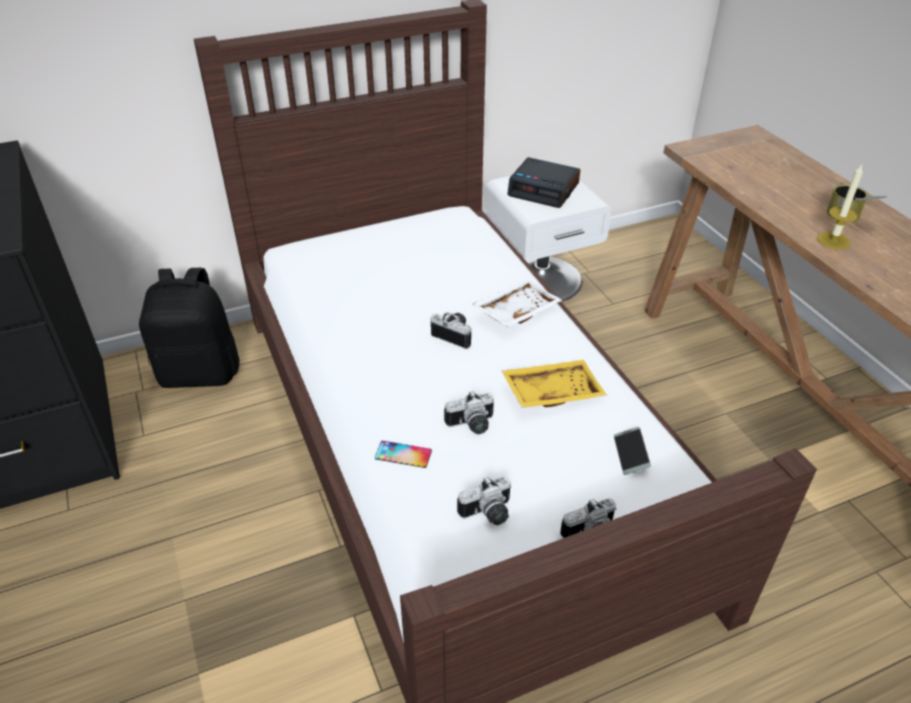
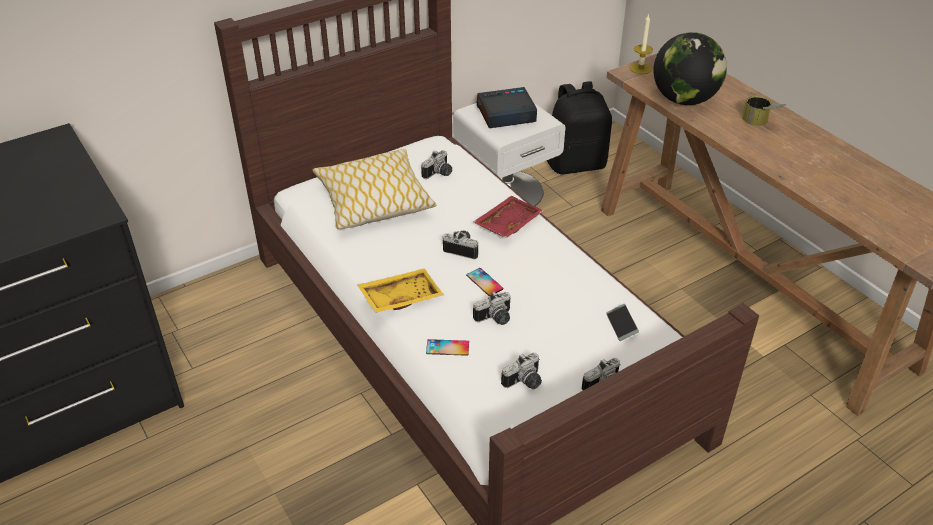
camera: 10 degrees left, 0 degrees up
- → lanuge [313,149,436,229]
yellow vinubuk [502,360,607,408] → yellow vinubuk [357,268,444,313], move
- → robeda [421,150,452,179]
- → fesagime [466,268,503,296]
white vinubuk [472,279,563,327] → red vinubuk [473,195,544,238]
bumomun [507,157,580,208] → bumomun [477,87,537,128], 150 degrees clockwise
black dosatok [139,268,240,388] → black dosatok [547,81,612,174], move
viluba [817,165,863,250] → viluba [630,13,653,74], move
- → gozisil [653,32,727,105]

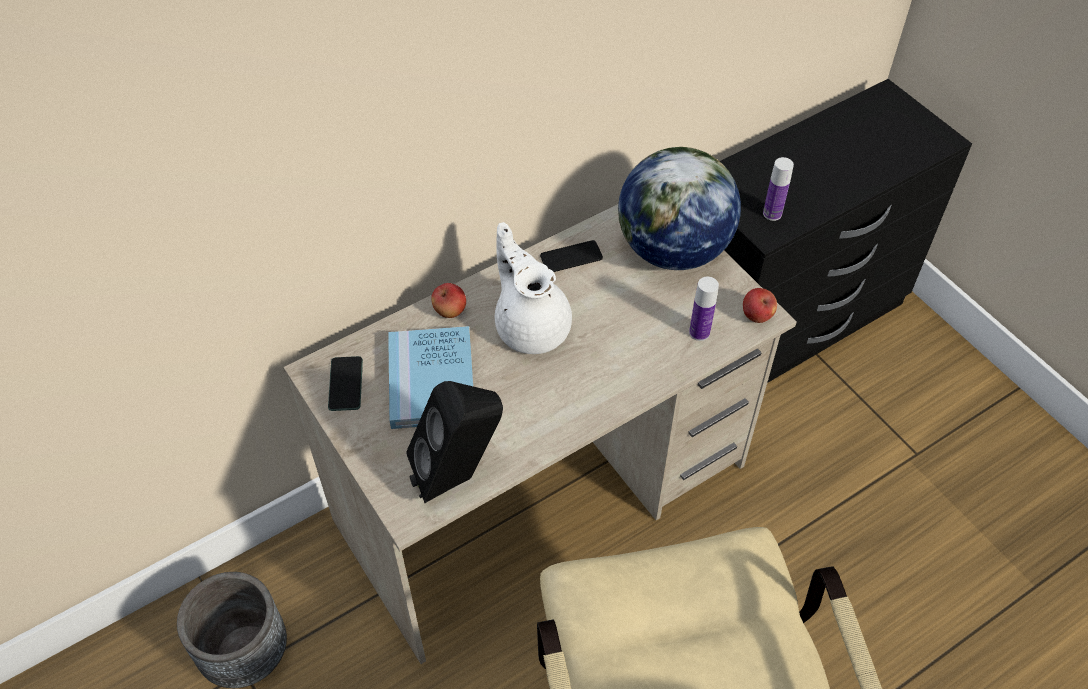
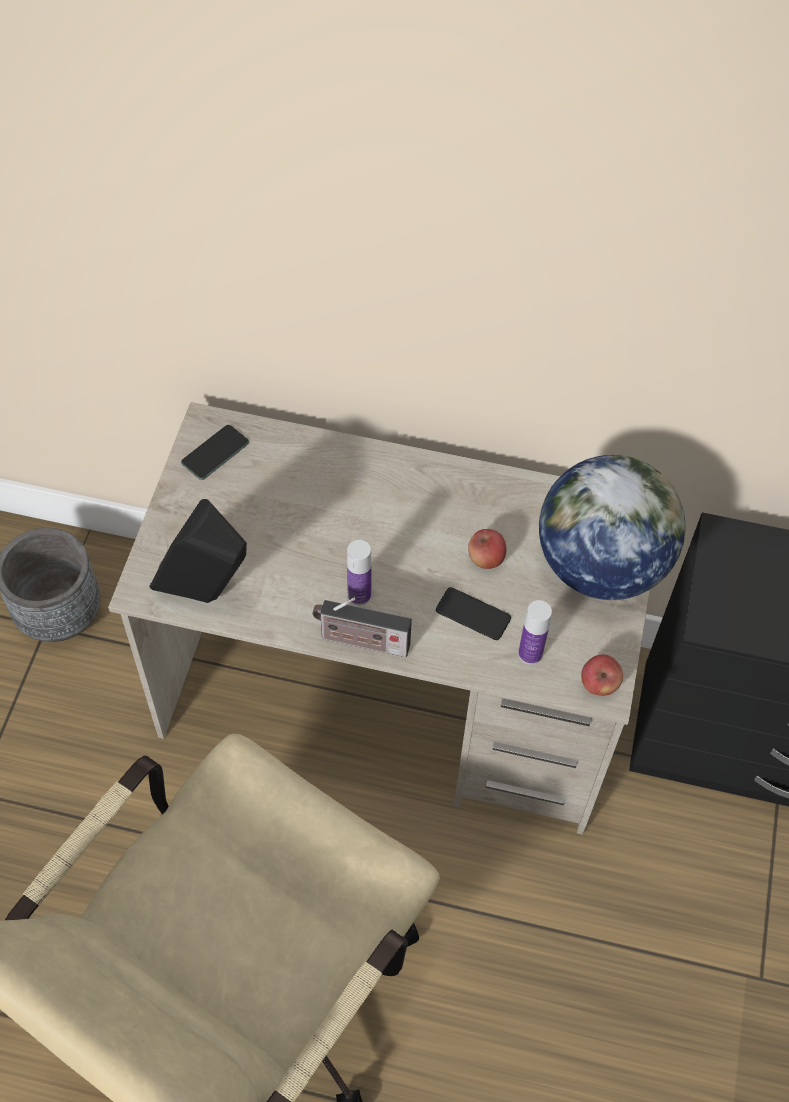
camera: 45 degrees right, 5 degrees up
- → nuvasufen [312,598,412,657]
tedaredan [763,157,794,221] → tedaredan [347,540,372,605], move
fesagime [540,240,603,272] → fesagime [436,587,511,640], move
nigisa [431,283,466,318] → nigisa [468,529,506,569], move
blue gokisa [388,326,473,429] → -
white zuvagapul [495,222,572,354] → -

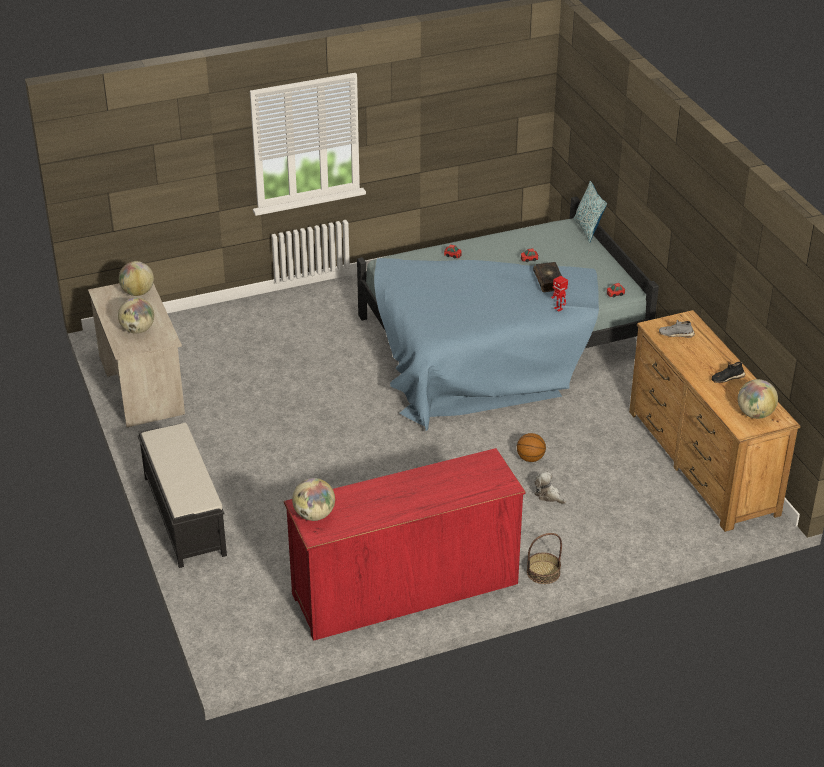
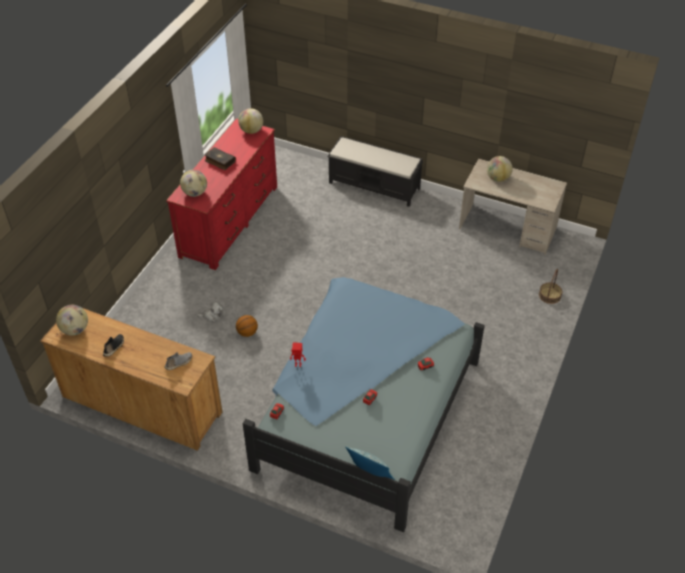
camera: 135 degrees right, 10 degrees up
gozisil [119,261,154,296] → gozisil [180,170,207,197], move
gokisa [533,262,562,292] → gokisa [204,147,236,170], move
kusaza [527,533,562,584] → kusaza [539,269,562,304], move

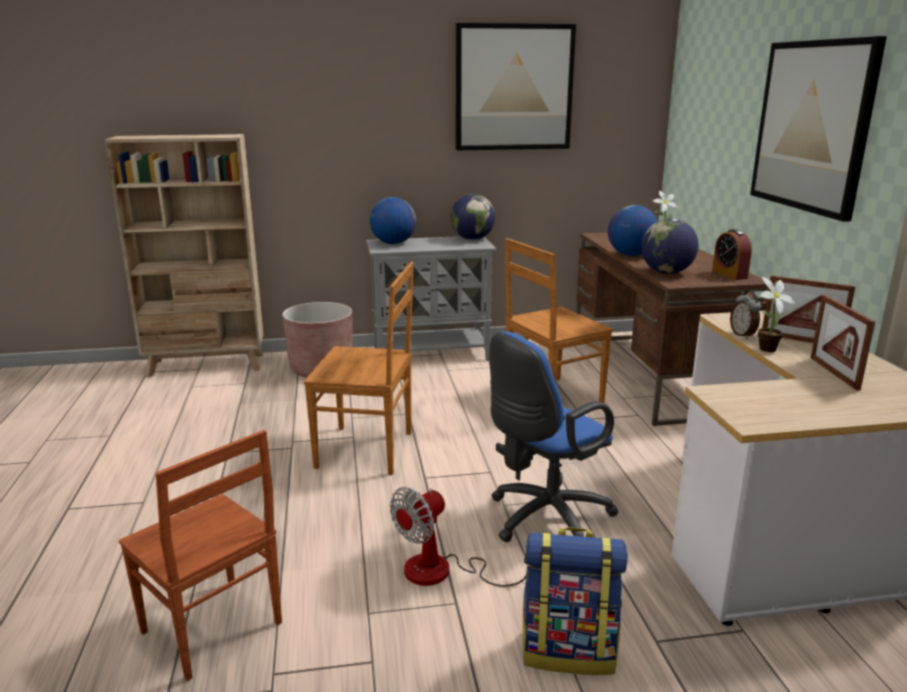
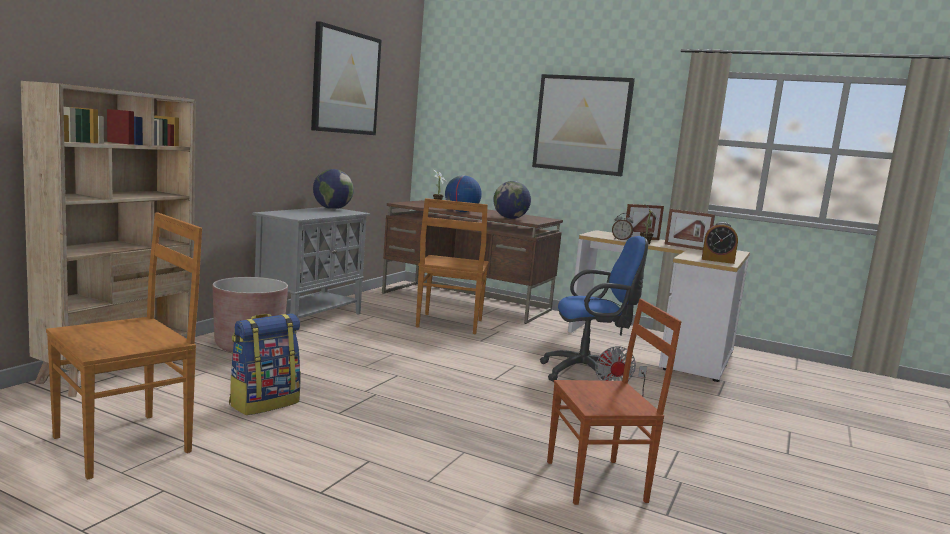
camera: 55 degrees left, 10 degrees down
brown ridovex [304,262,414,475] → brown ridovex [46,212,202,480], move
dosatok [523,527,628,675] → dosatok [229,313,301,415], move
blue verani [489,331,619,542] → blue verani [540,236,648,382], 90 degrees counterclockwise
bumomun [712,229,752,280] → bumomun [702,222,738,264], move
gozisil [370,197,416,244] → -

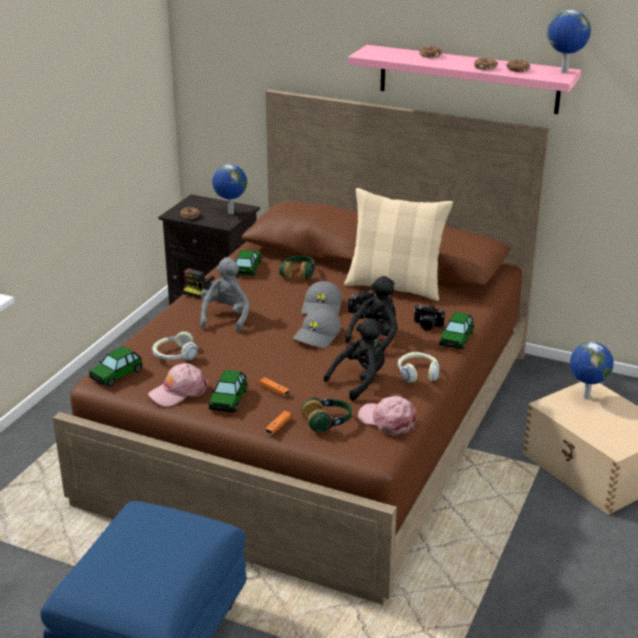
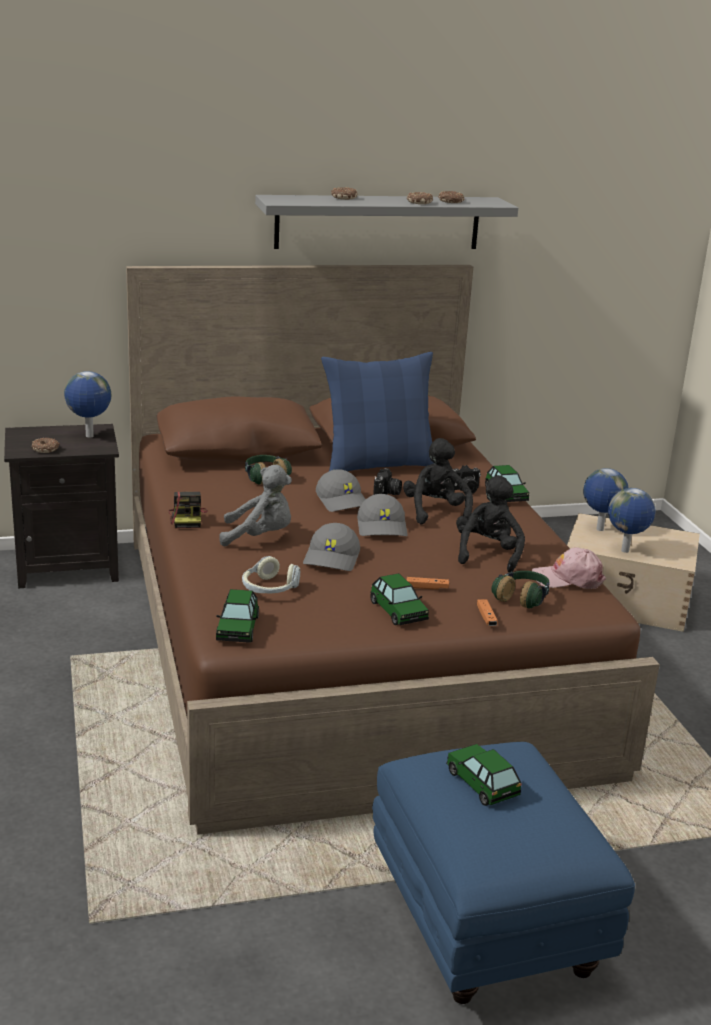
camera: 40 degrees left, 5 degrees down
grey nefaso [200,257,250,332] → grey nefaso [219,465,292,546], 120 degrees clockwise
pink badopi [348,45,581,114] → grey badopi [255,195,518,249]
- → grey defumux [303,523,360,571]
beige lanuge [344,188,453,301] → blue lanuge [321,352,434,471]
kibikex [236,250,261,276] → kibikex [446,744,522,806], move
gozisil [547,10,591,73] → gozisil [608,488,656,553], move
pink defumux [148,363,209,407] → -
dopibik [398,352,440,383] → -

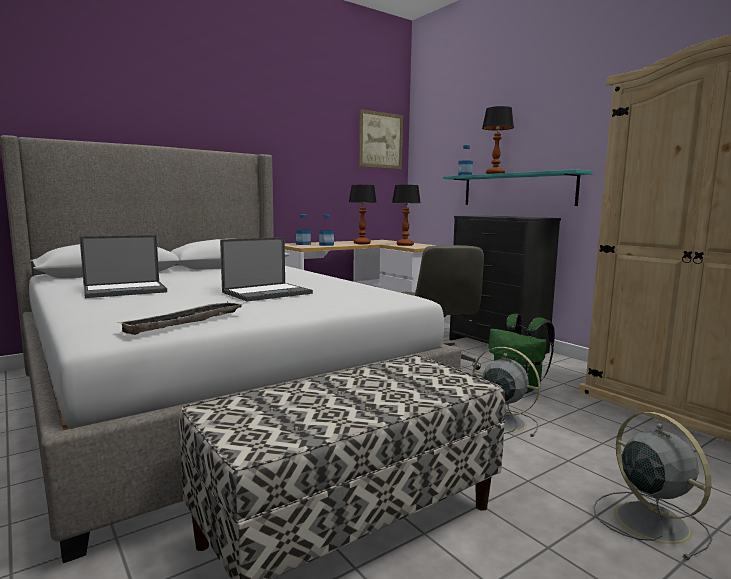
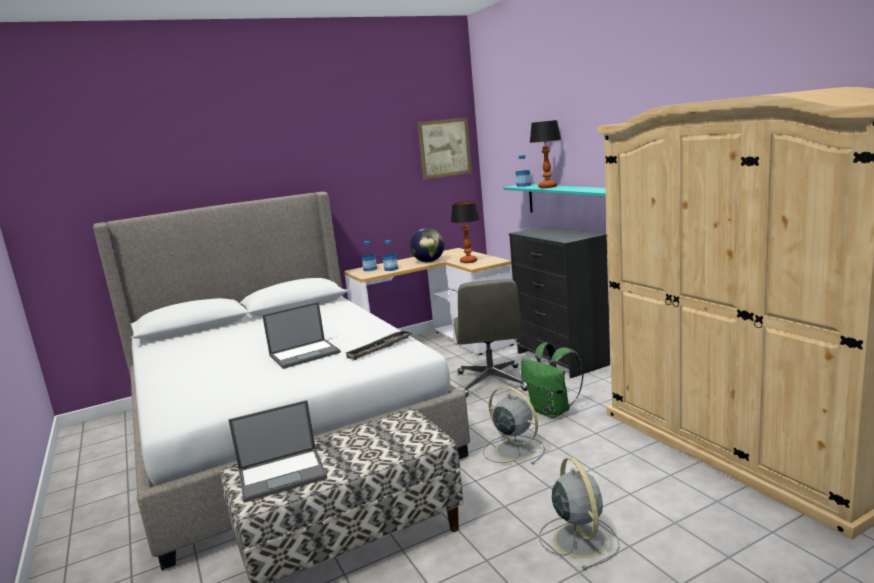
camera: 10 degrees right, 5 degrees up
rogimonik [79,235,167,298] → rogimonik [228,400,327,503], move
vinubuk [117,301,244,335] → vinubuk [345,330,412,360], move
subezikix [349,185,377,244] → gozisil [410,228,444,262]

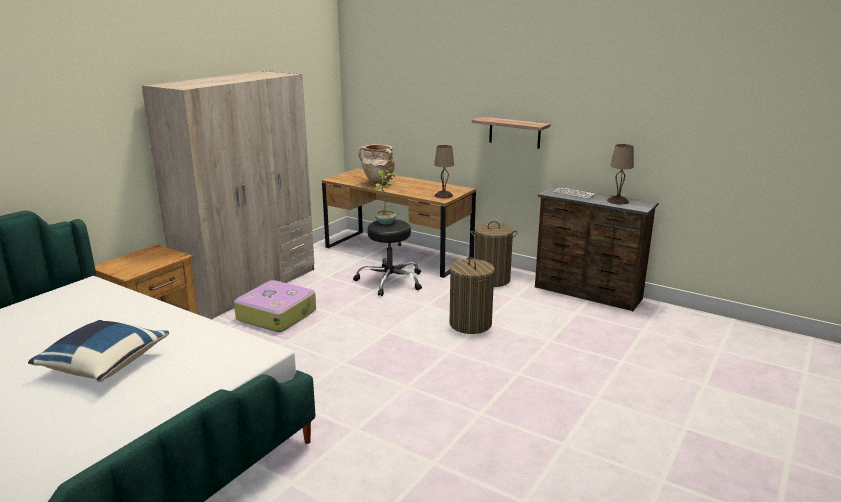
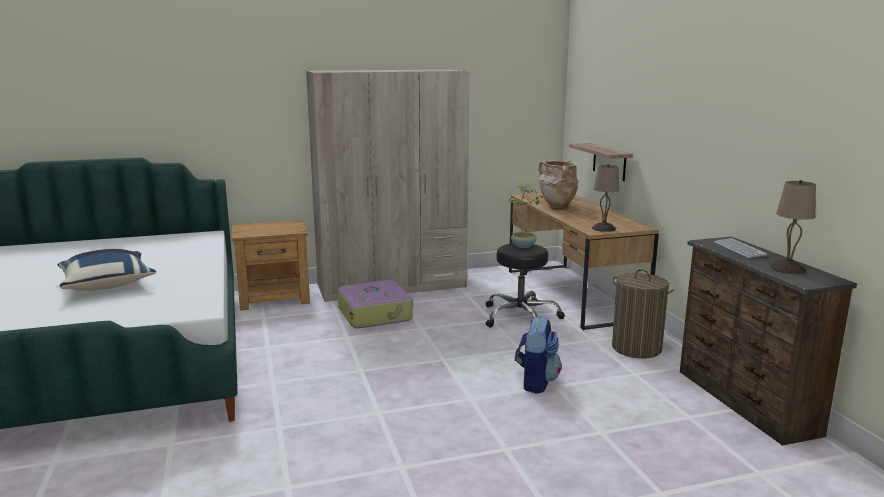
camera: 40 degrees right, 5 degrees down
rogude [450,257,495,334] → dosatok [515,316,562,394]
badopi [472,117,550,149] → badopi [569,143,633,181], move

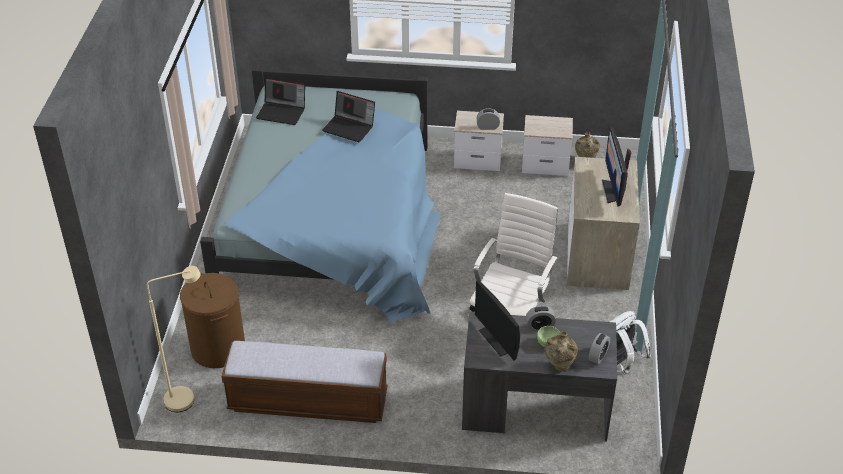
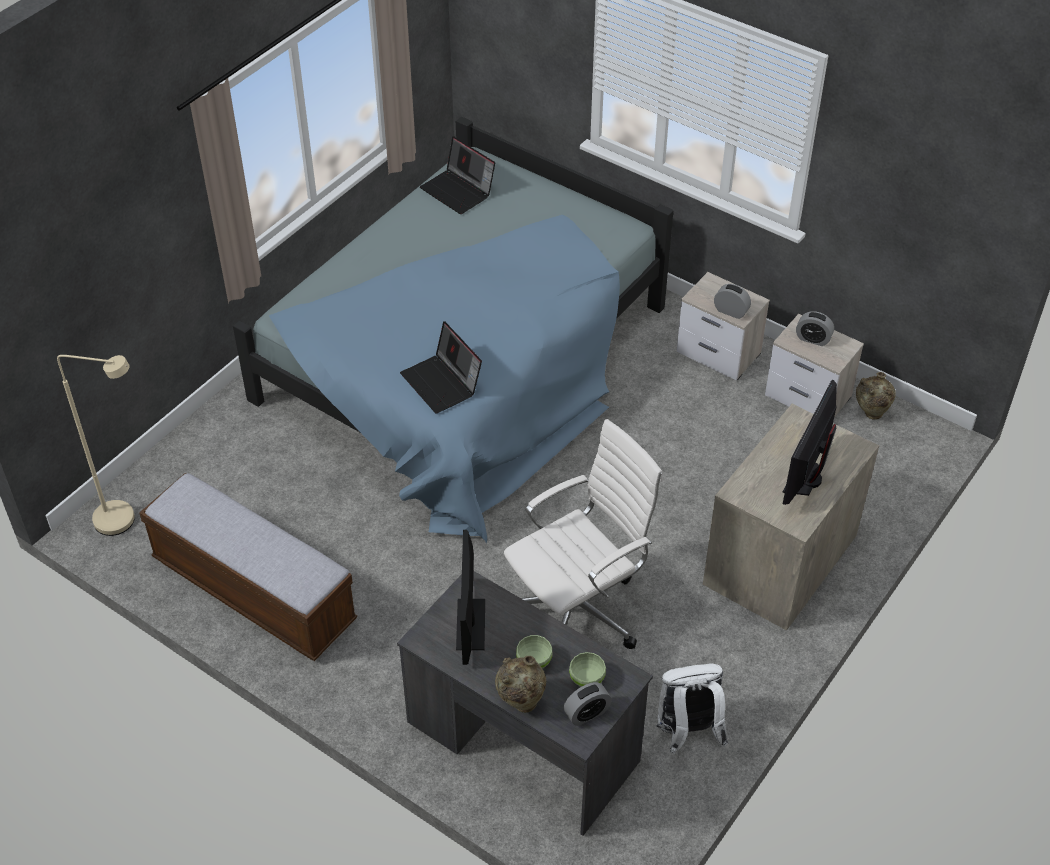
camera: 30 degrees right, 5 degrees up
rogimonik [322,91,375,142] → rogimonik [400,321,482,414], move
- → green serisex [569,652,606,687]
bumomun [526,305,556,331] → bumomun [796,311,834,346], move
brown rogude [180,273,245,368] → -

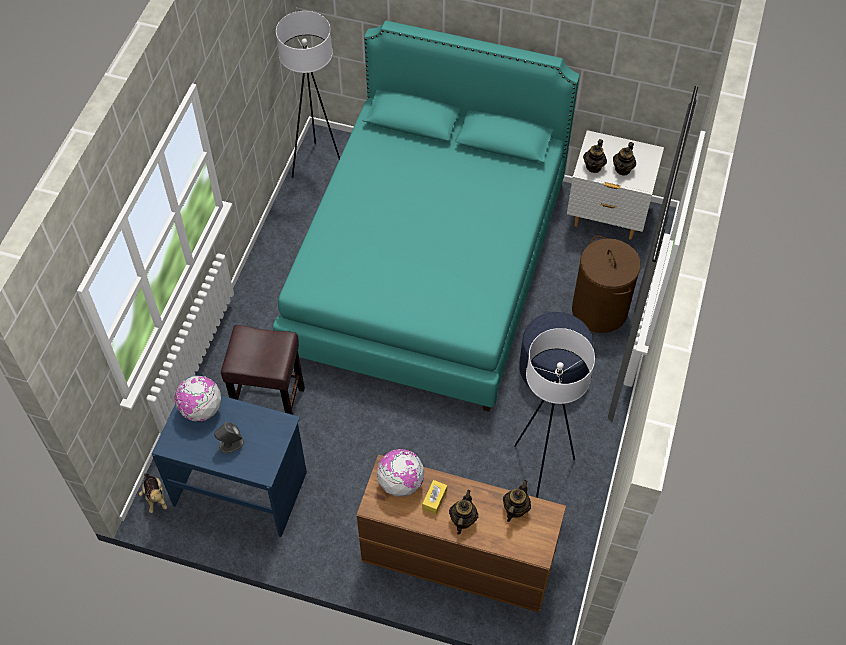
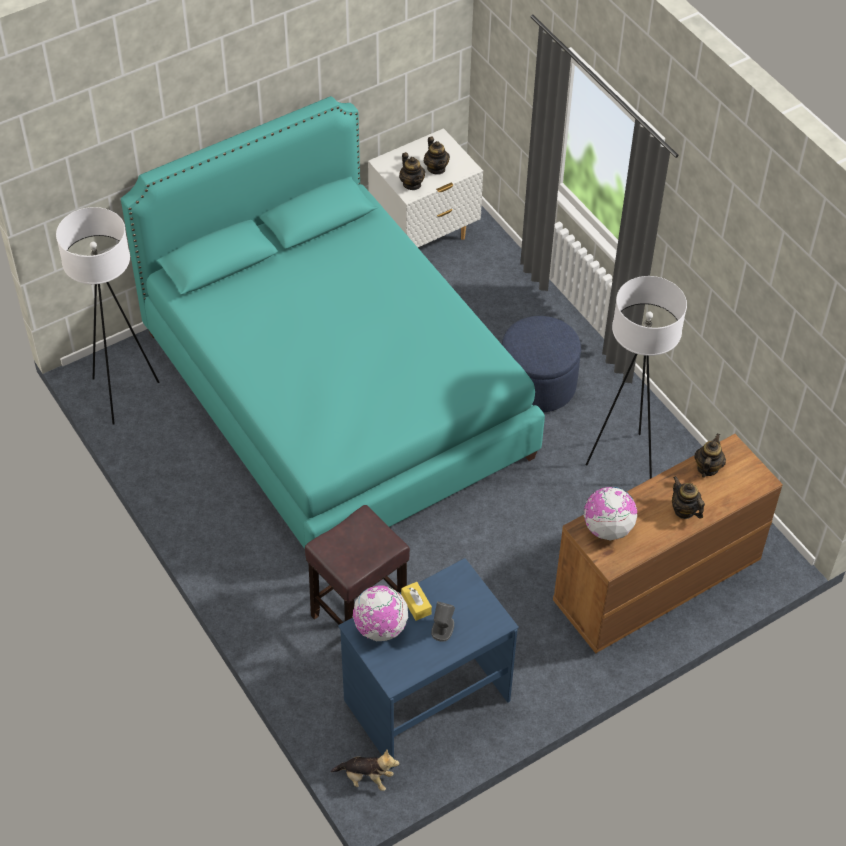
camera: 50 degrees left, 5 degrees down
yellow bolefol [422,480,447,514] → yellow bolefol [401,582,432,621], move
zuvagapul [503,480,531,522] → zuvagapul [694,433,726,478], 45 degrees clockwise
brown rogude [572,236,641,333] → -

